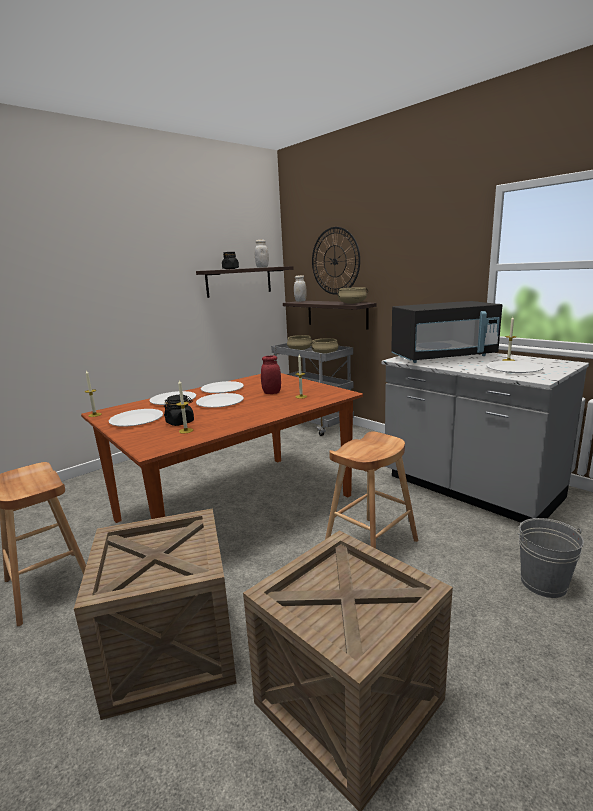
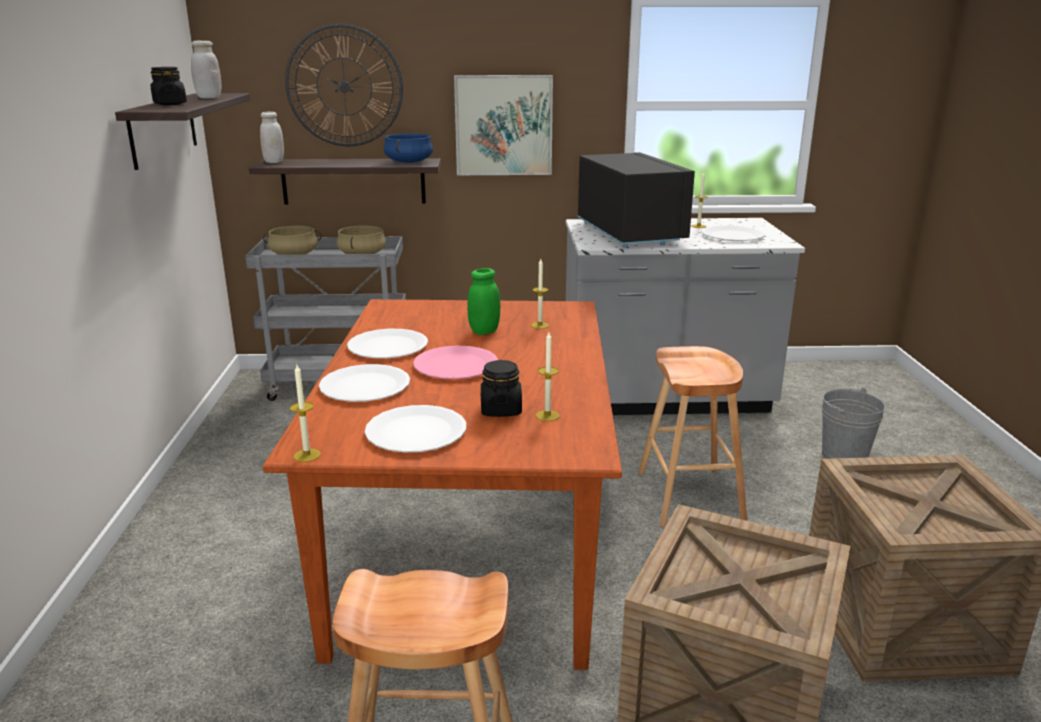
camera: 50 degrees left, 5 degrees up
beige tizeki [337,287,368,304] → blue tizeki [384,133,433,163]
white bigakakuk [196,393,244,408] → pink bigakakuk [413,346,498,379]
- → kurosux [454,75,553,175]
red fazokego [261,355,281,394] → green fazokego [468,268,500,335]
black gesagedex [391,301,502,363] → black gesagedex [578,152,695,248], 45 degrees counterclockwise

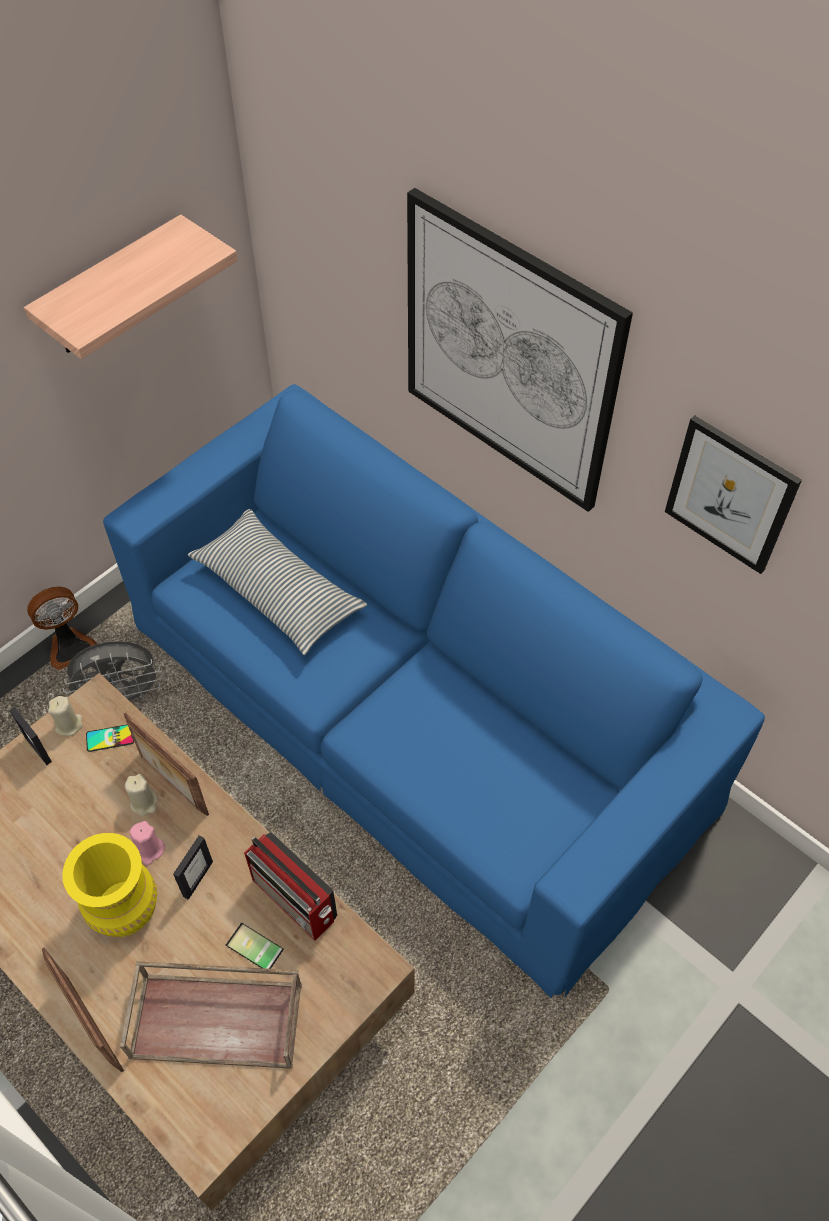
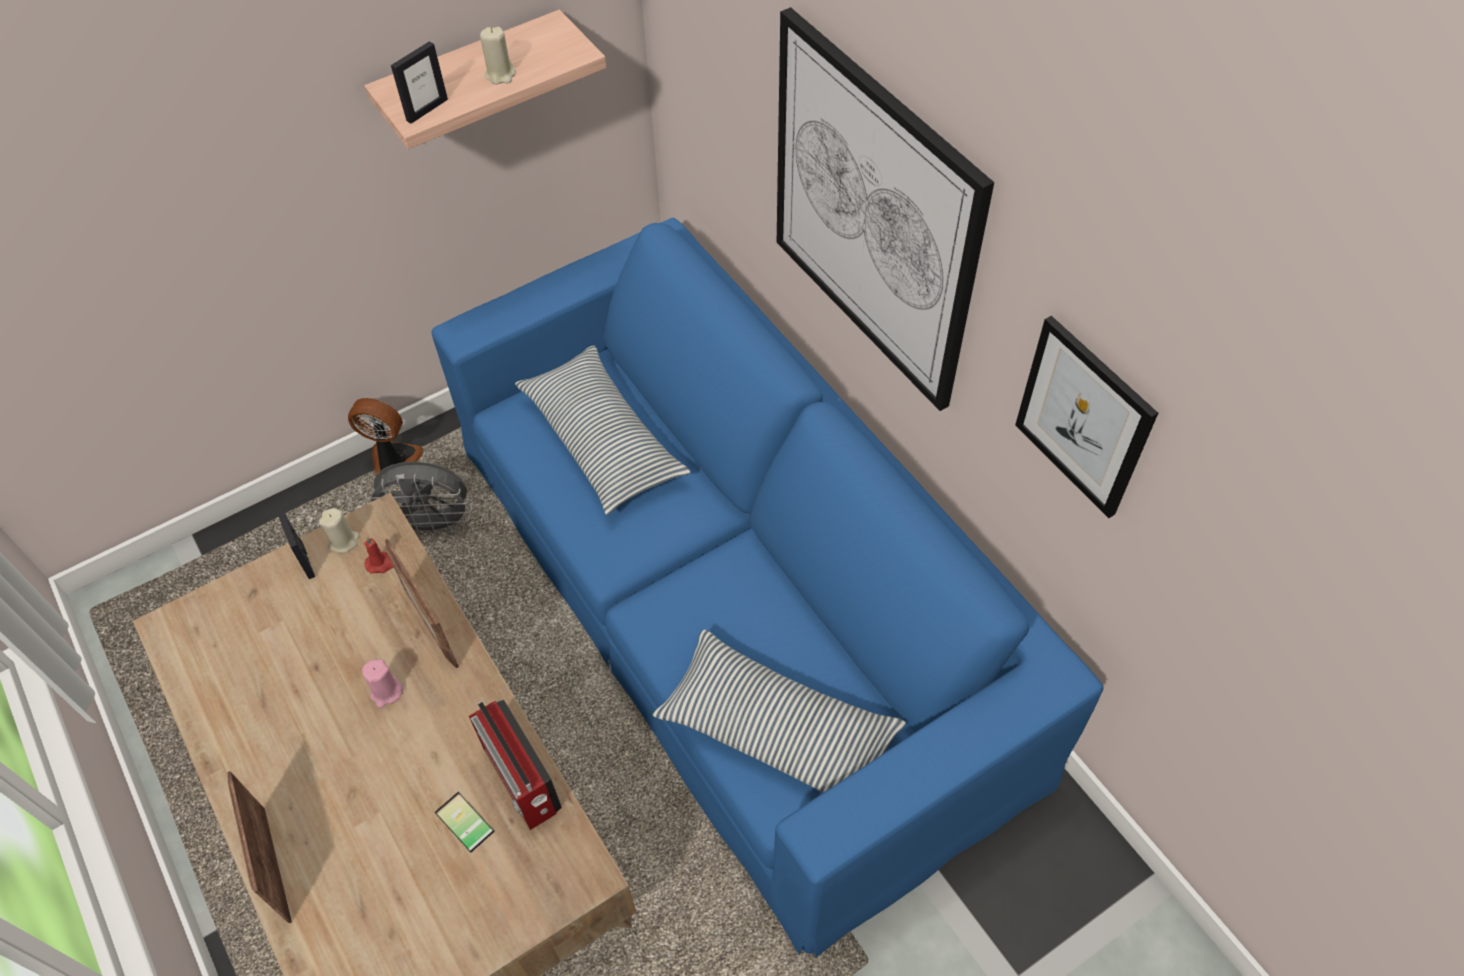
camera: 15 degrees right, 0 degrees up
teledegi [27,587,97,670] → teledegi [348,398,423,476], 150 degrees counterclockwise
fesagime [86,725,134,752] → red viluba [364,537,394,573]
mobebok [173,836,213,900] → mobebok [391,41,448,124], move
beige viluba [125,774,158,816] → beige viluba [480,27,516,84], move
- → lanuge [652,630,906,793]
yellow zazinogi [62,833,157,937] → -
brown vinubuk [120,961,302,1069] → -

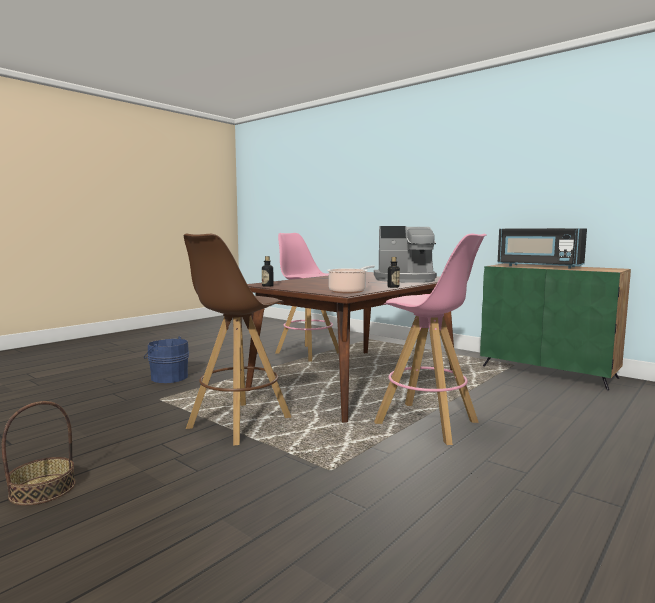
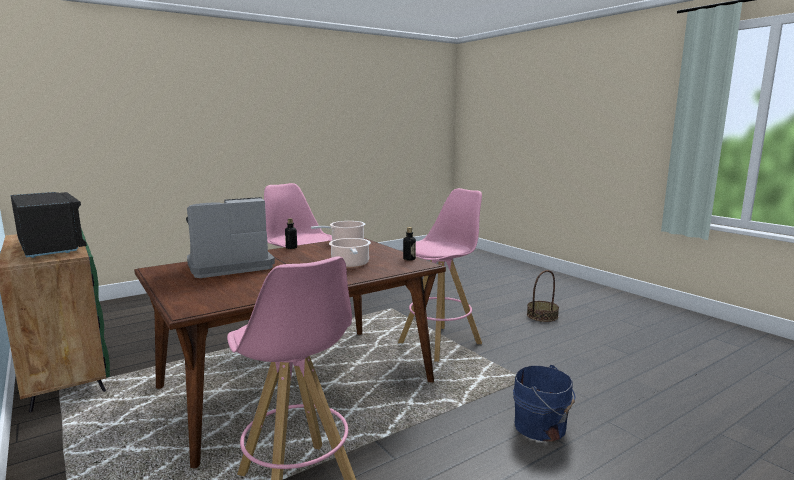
camera: 165 degrees left, 5 degrees up
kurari [374,226,437,283] → kurari [186,197,275,278], 45 degrees counterclockwise
- → tizeki [329,238,371,268]
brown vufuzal [184,234,292,446] → pink vufuzal [398,188,482,362]

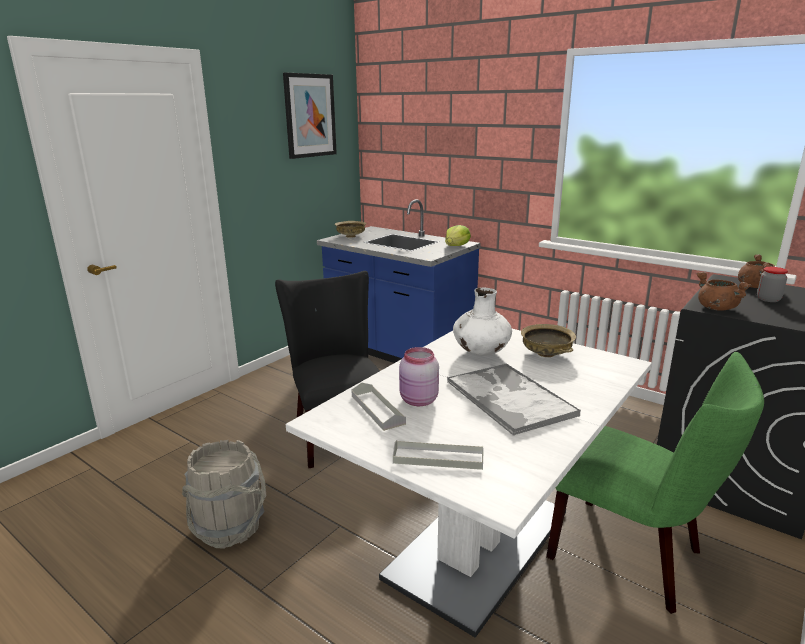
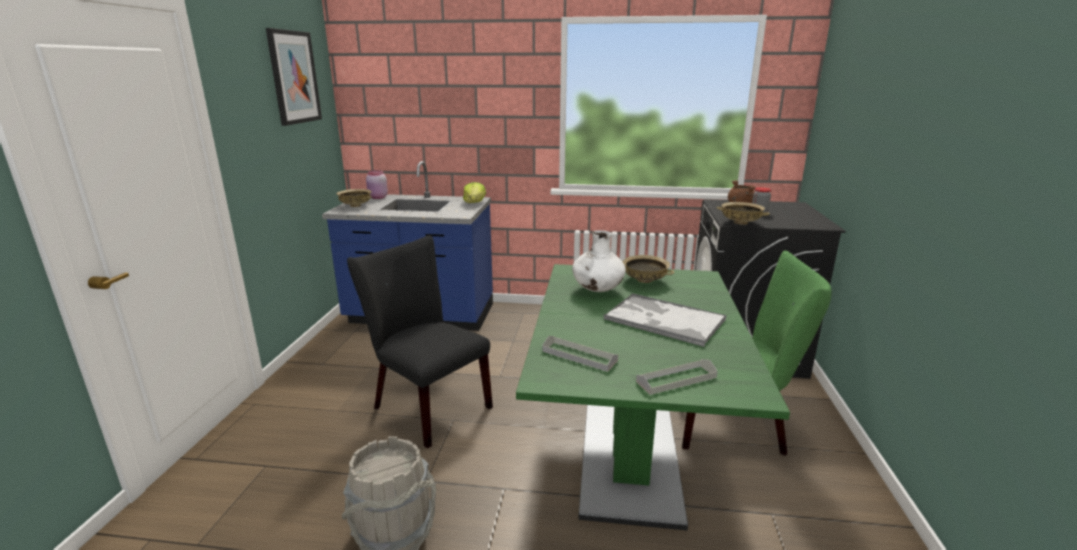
camera: 30 degrees left, 0 degrees up
pink fazokego [399,347,439,406] → pink fazokego [366,170,388,199], move
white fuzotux [286,329,652,638] → green fuzotux [516,264,790,531]
brown tizeki [696,272,751,311] → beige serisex [716,202,770,225]

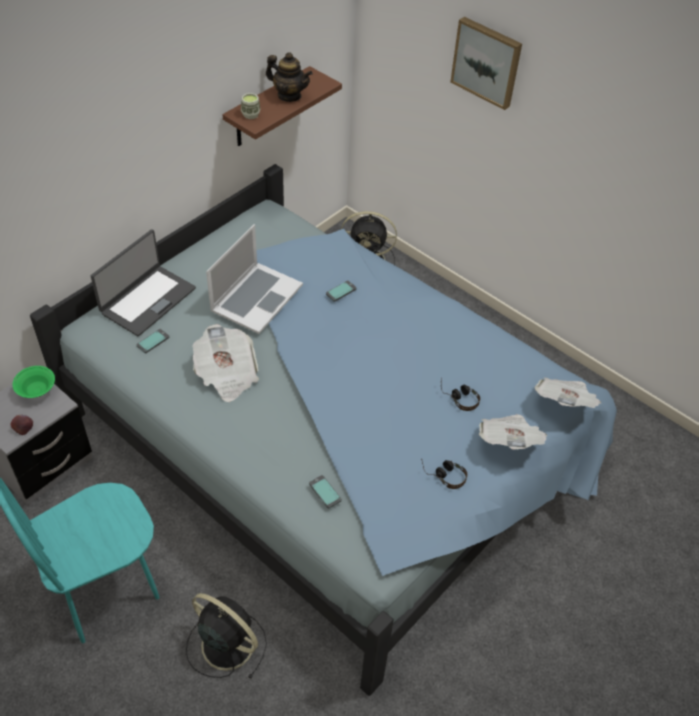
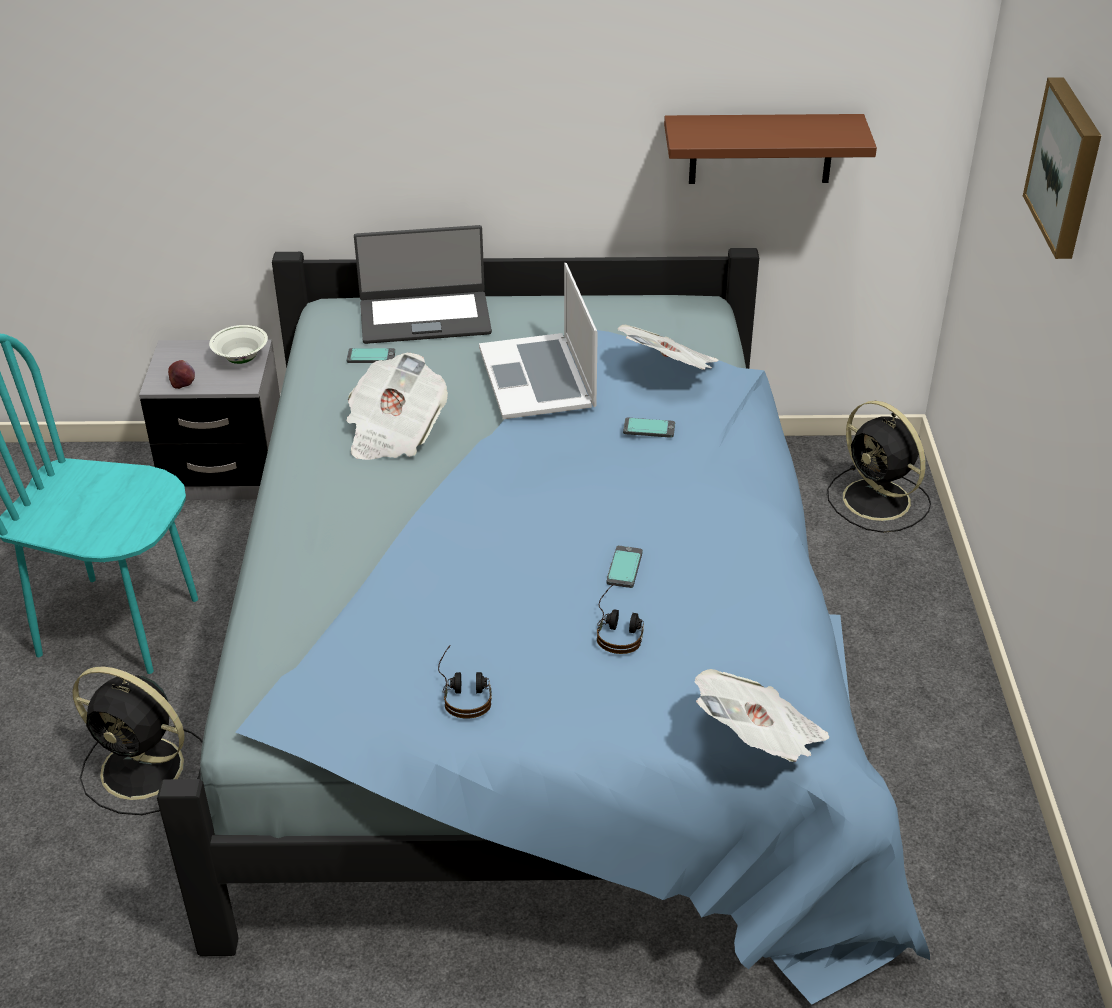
camera: 50 degrees right, 10 degrees down
black teledegi [186,593,267,680] → black teledegi [73,666,203,815], 120 degrees clockwise
green serisex [12,366,55,398] → white serisex [209,325,268,364]
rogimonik [206,224,303,334] → rogimonik [479,263,598,419], 90 degrees clockwise
fesagime [309,475,342,509] → fesagime [607,546,643,588], move
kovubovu [479,414,548,450] → kovubovu [618,325,719,370], move
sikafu [241,93,260,119] → -
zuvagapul [266,52,313,102] → -

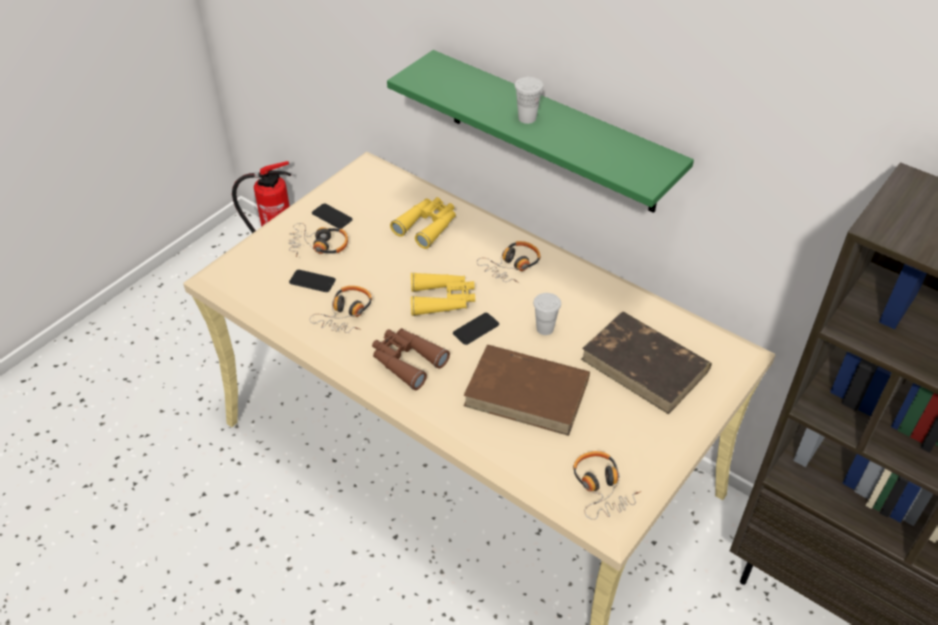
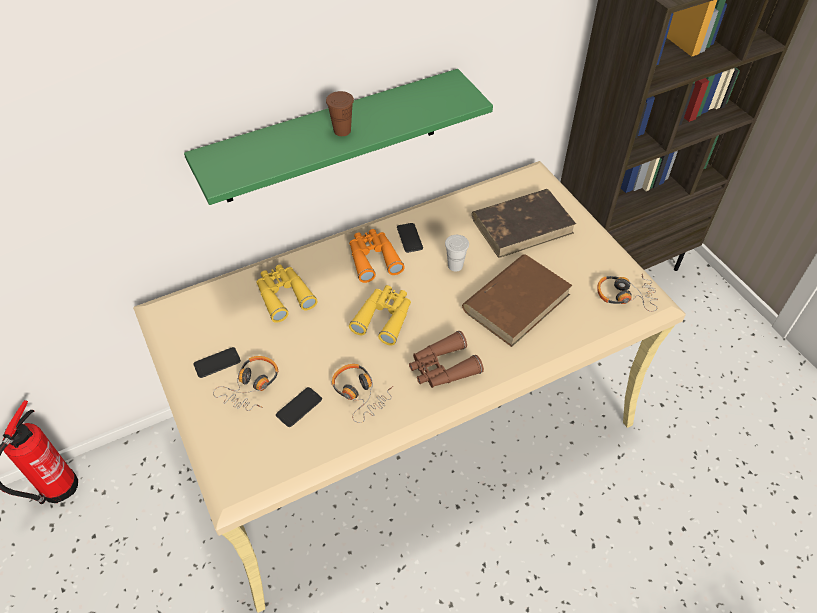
camera: 65 degrees left, 5 degrees up
white sikafu [515,77,543,124] → brown sikafu [326,91,354,136]
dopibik [477,241,540,283] → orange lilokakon [349,229,405,283]
fesagime [453,313,499,345] → fesagime [397,223,423,253], move

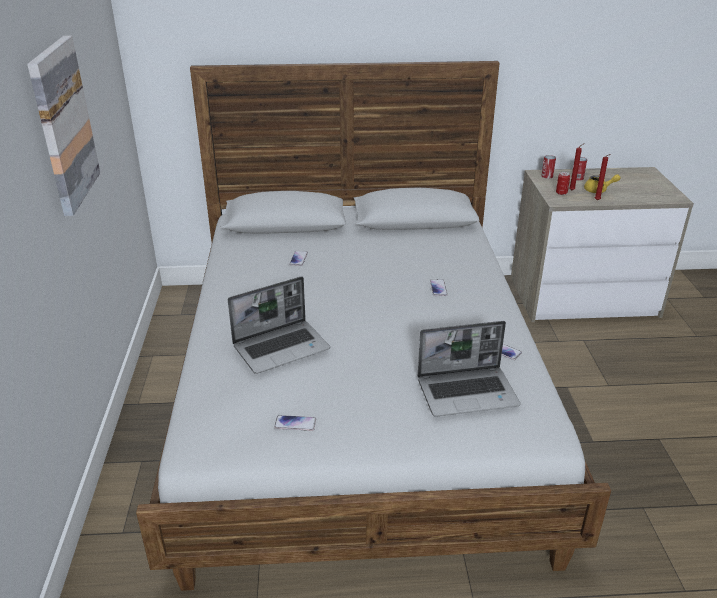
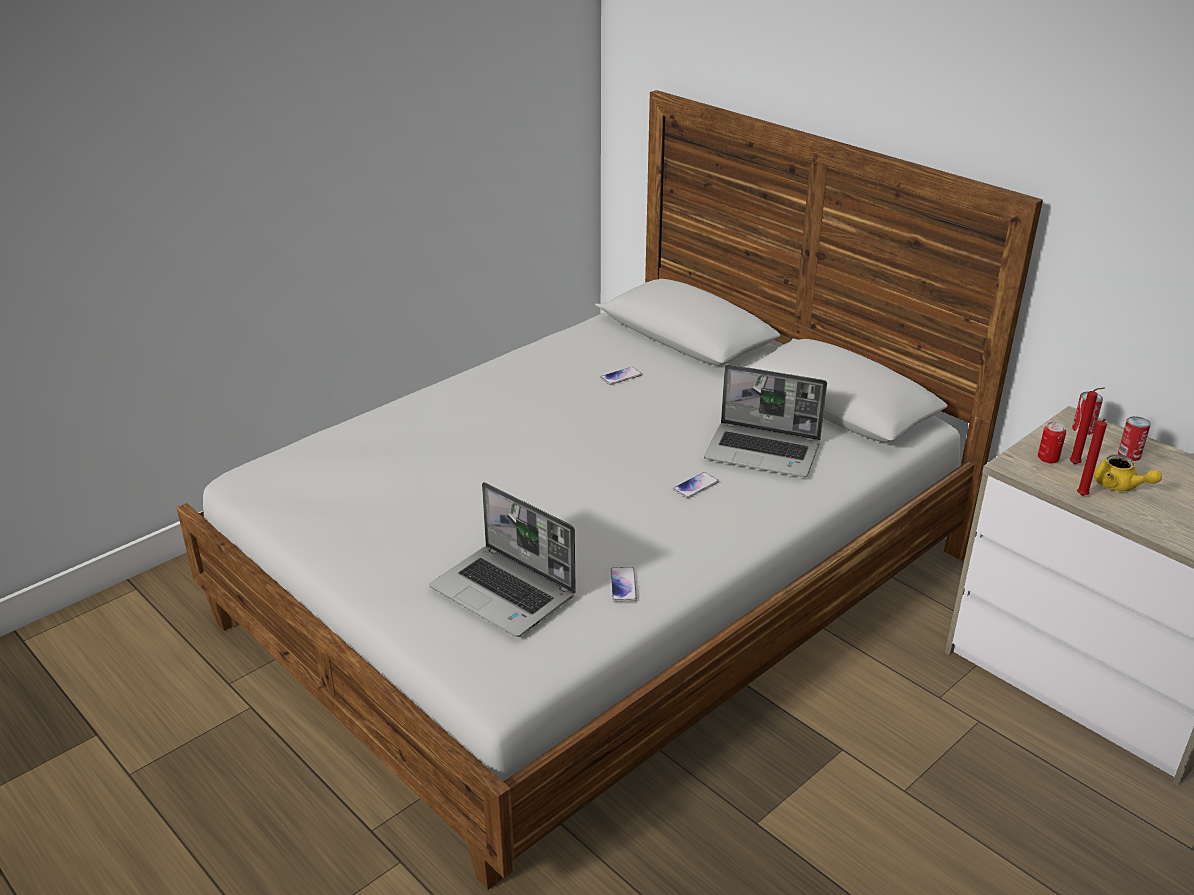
camera: 50 degrees right, 0 degrees up
rogimonik [228,276,330,374] → rogimonik [704,364,827,477], move
kurosux [27,35,100,216] → -
fesagime [274,415,316,431] → -

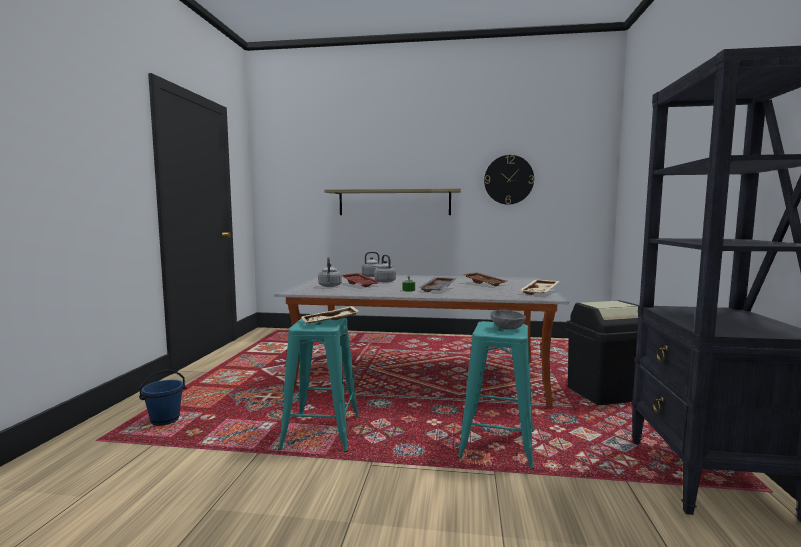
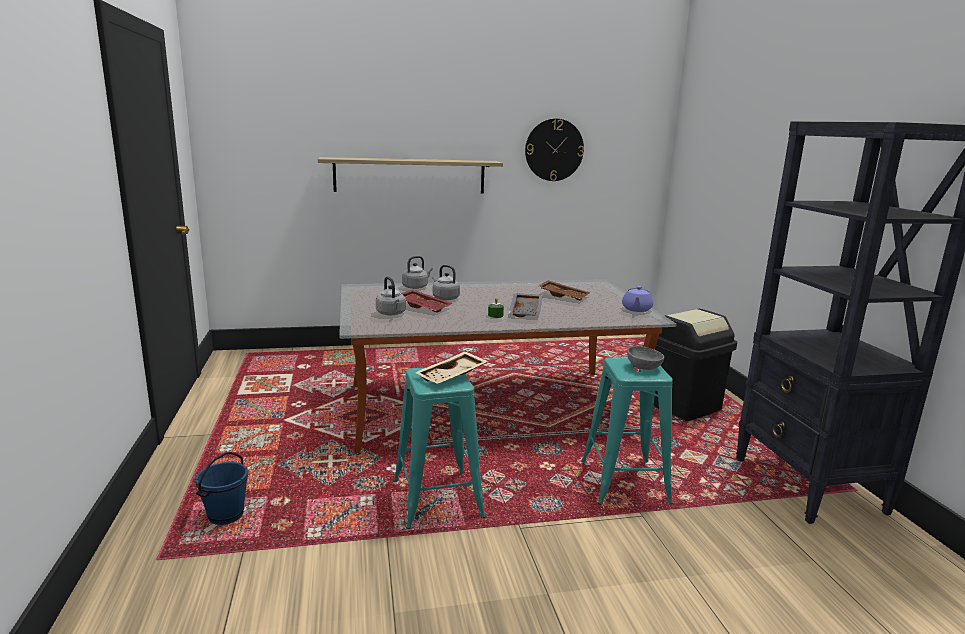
camera: 20 degrees left, 10 degrees up
beige vinubuk [520,279,560,295] → purple zuvagapul [622,286,653,312]

